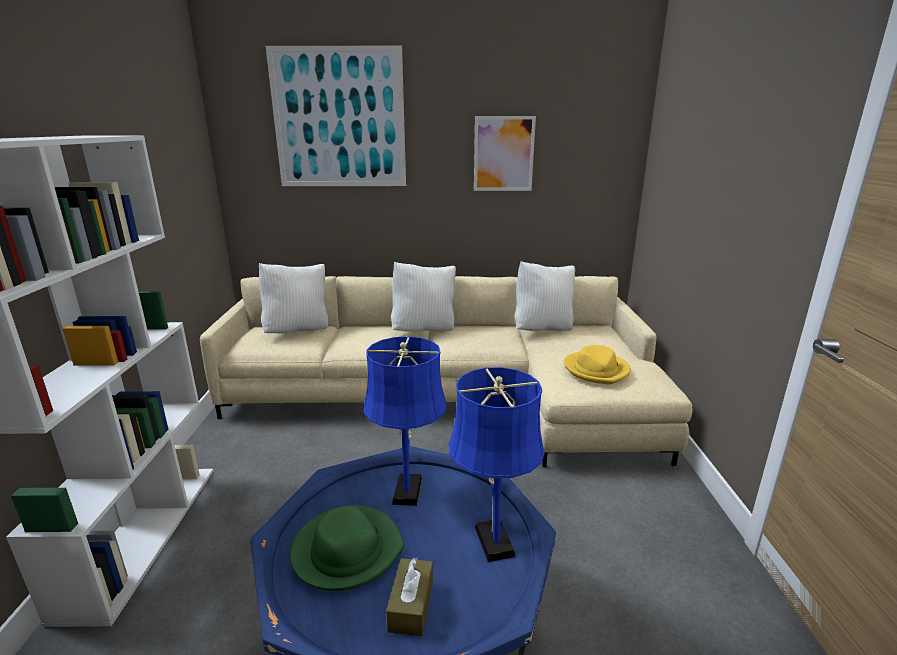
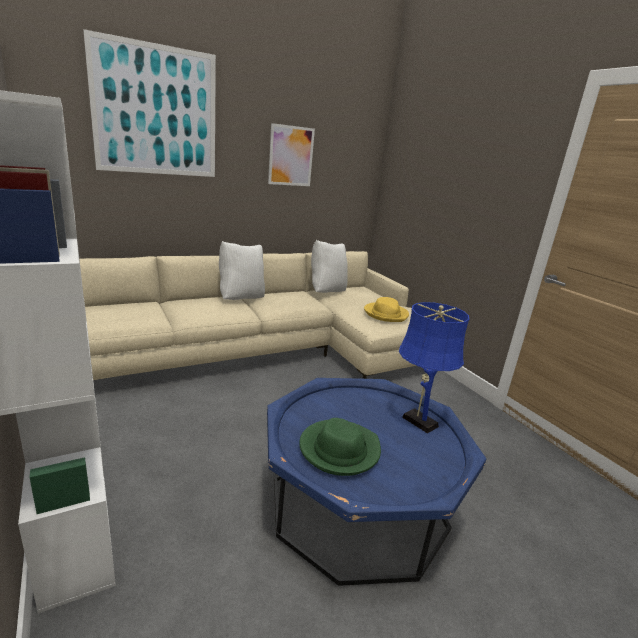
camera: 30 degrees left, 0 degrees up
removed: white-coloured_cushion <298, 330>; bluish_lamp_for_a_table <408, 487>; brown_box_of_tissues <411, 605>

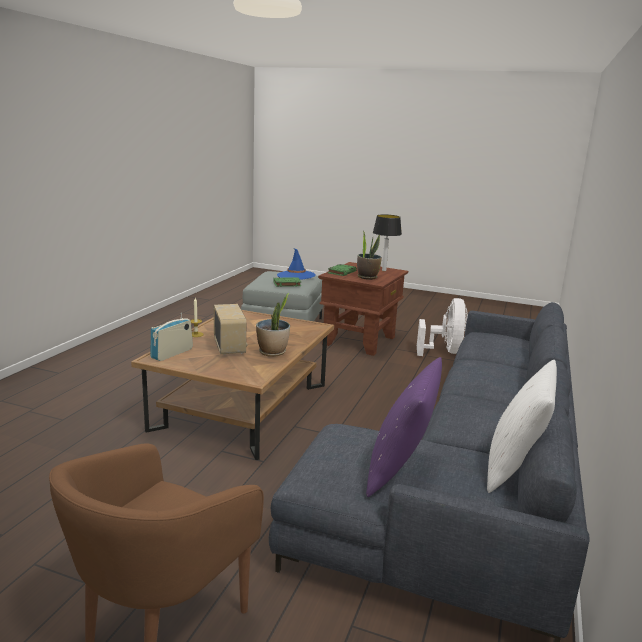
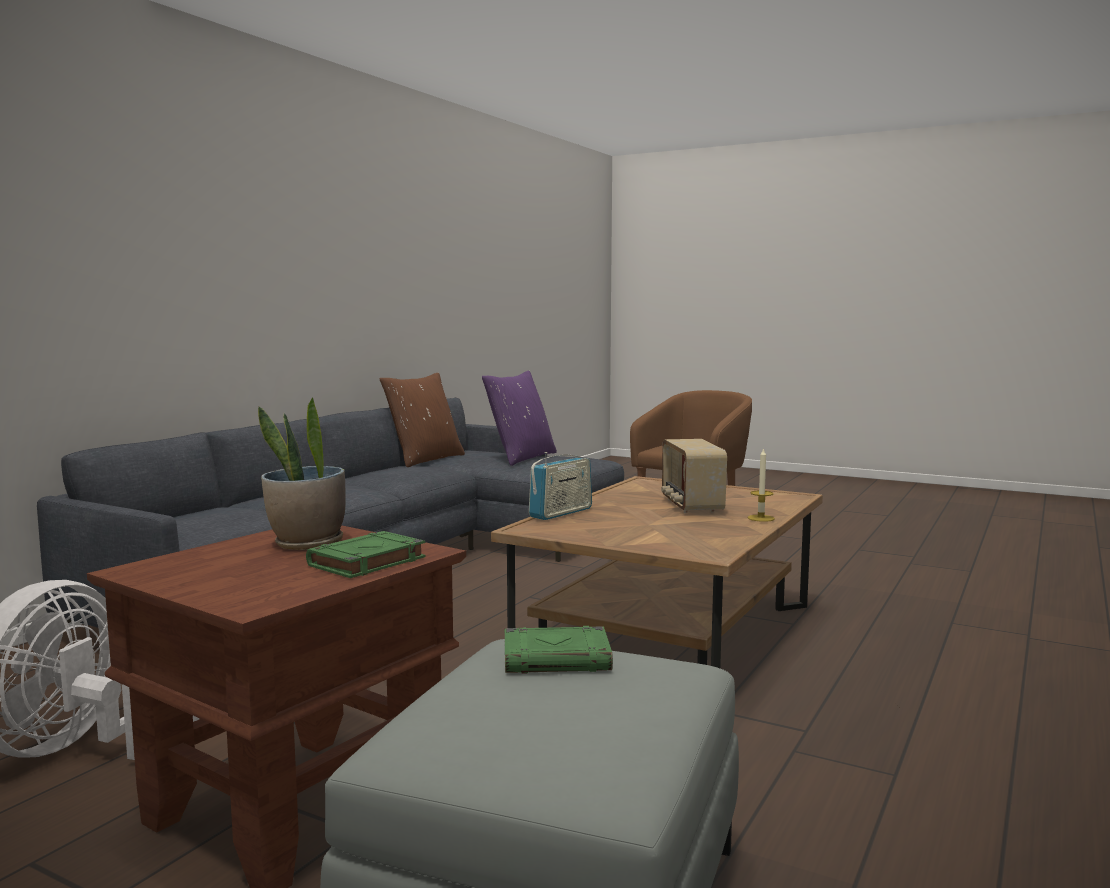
camera: 170 degrees left, 10 degrees down
removed: potted_plant <272, 352>; bluish_clothing_hat <296, 275>; lamp_for_a_table <384, 270>
moved: radio_receiver <172, 353> to <561, 513>
recoloured: white-coloured_cushion <514, 469> to brown_cushion <425, 459>

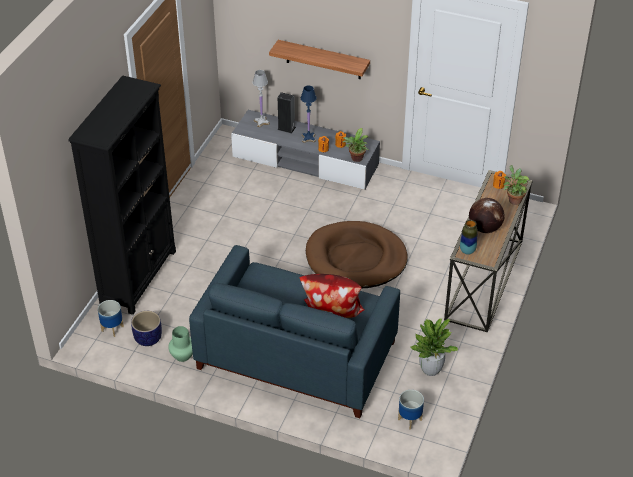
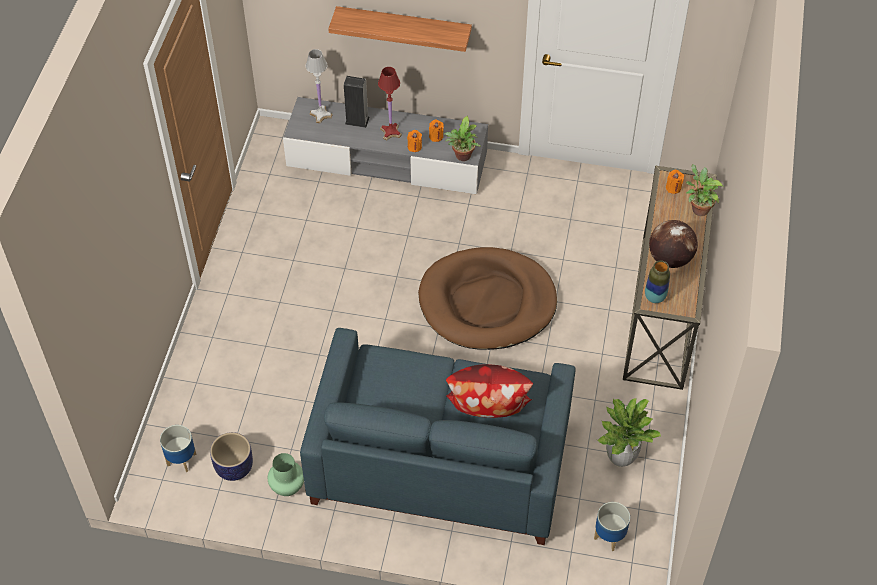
camera: 10 degrees left, 10 degrees up
removed: black_bookshelf <139, 277>
recoloured: bluish_lamp_for_a_table <309, 138> to reddish_lamp_for_a_table <391, 132>

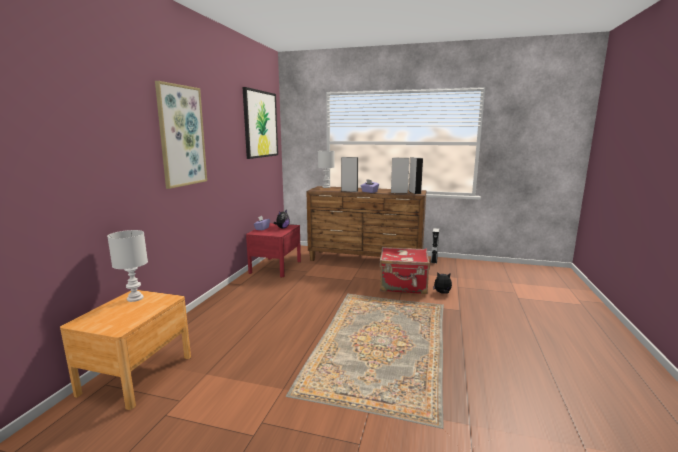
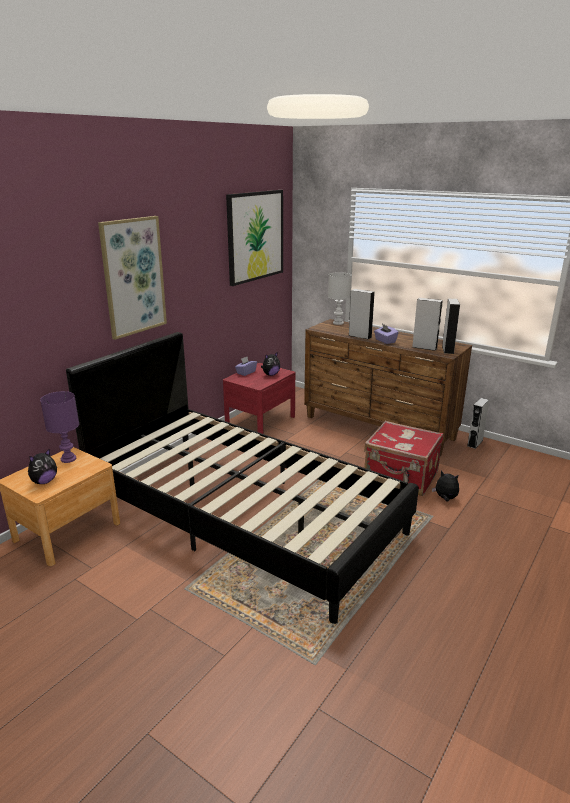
camera: 20 degrees right, 10 degrees up
added: cuddly_toy <44, 481>; black_bedroom_bed <242, 515>
recoloured: white-coloured_lamp_for_a_table <135, 298> to purple-coloured_lamp_for_a_table <69, 459>

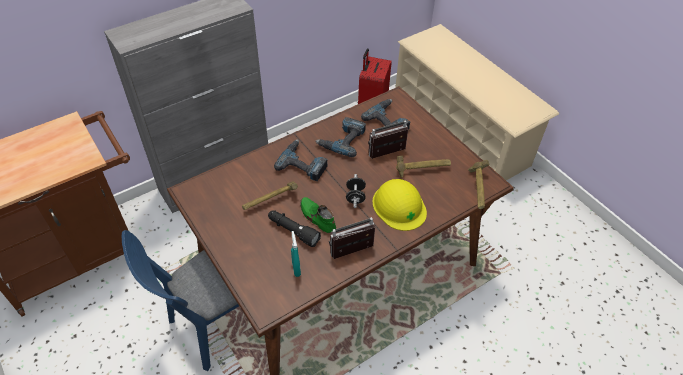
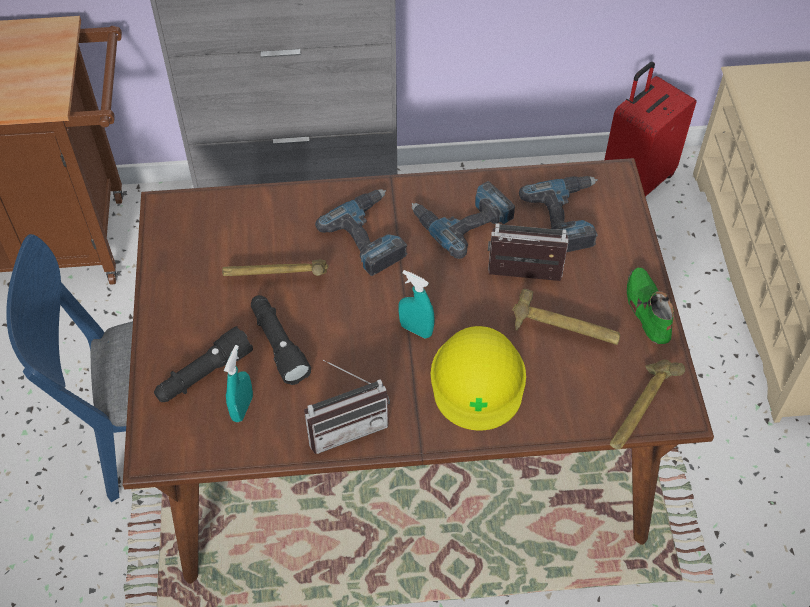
camera: 30 degrees right, 5 degrees up
added: black_torch <203, 375>
moved: green-coloured_shoe <317, 217> to <647, 309>
replaced: black_hand_weight <355, 197> to blue-green_spray_bottle <416, 330>
turned: radio_receiver <353, 254> = <346, 425> 150 degrees clockwise

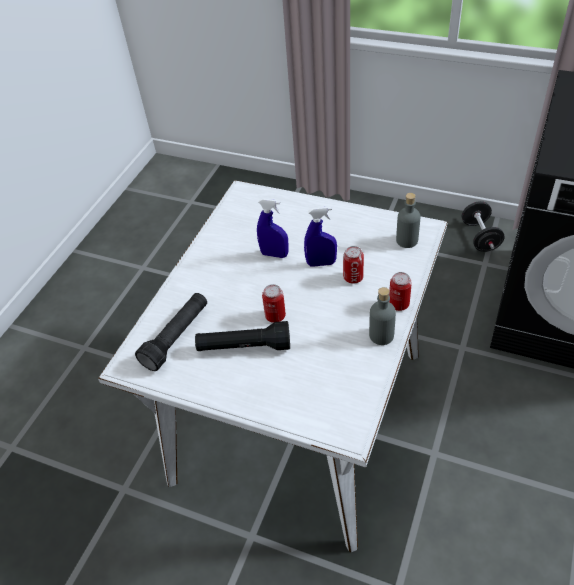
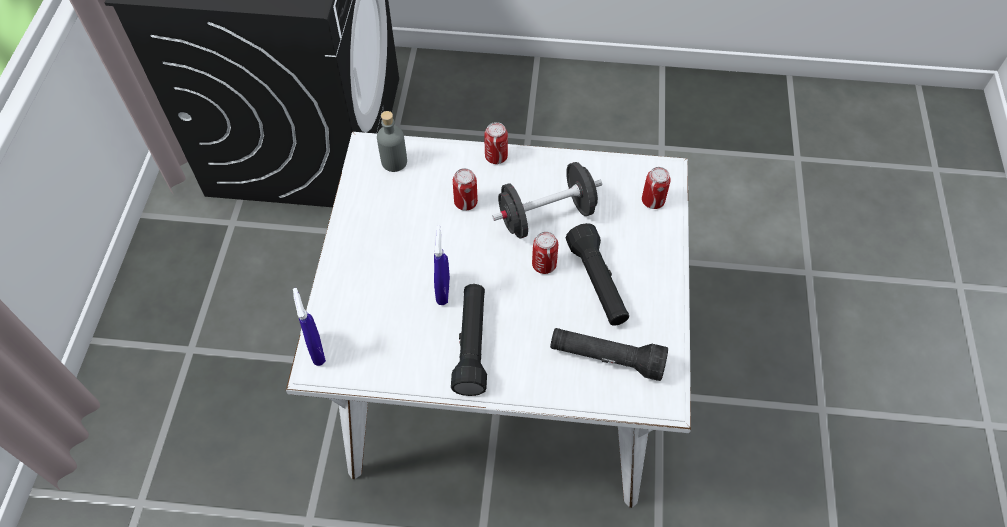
camera: 110 degrees left, 10 degrees up
removed: gray_drink_bottle <381, 335>
added: black_torch <472, 345>; can <653, 201>
moved: bluish_spray_bottle <321, 263> to <317, 350>; black_hand_weight <480, 237> to <546, 216>

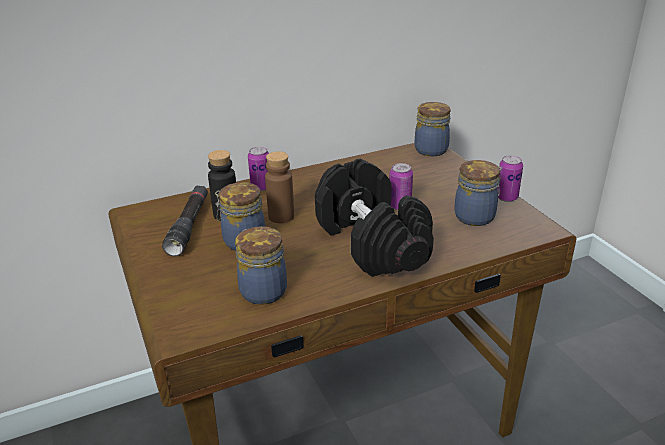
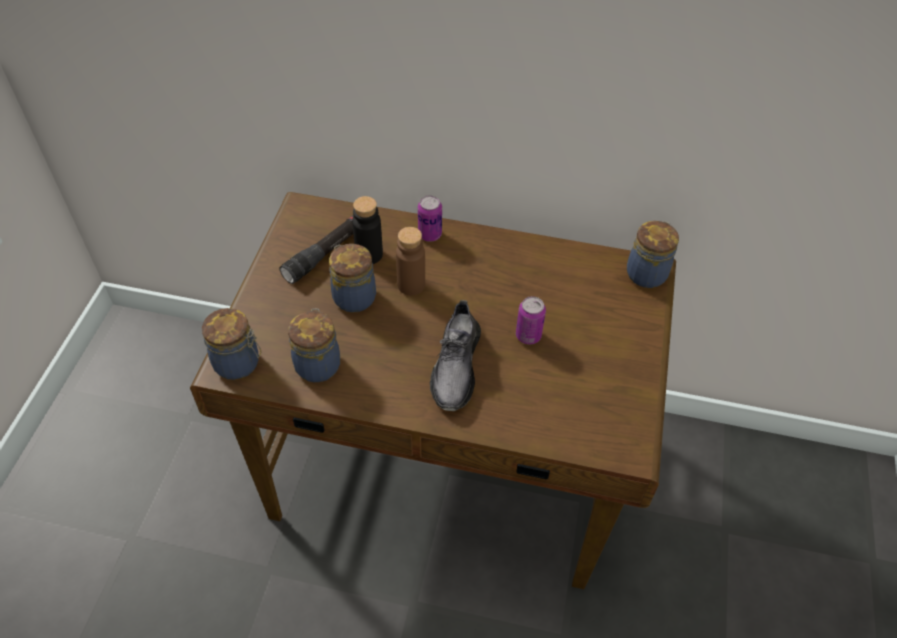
camera: 35 degrees right, 20 degrees up
removed: can <506, 197>
moved: jar <476, 216> to <239, 364>
replaced: black_hand_weight <372, 242> to gray_shoe <455, 366>

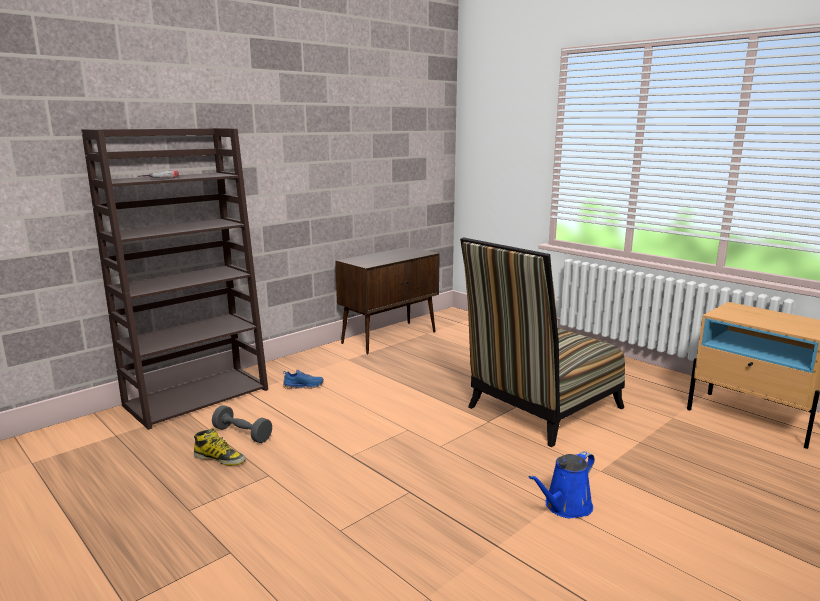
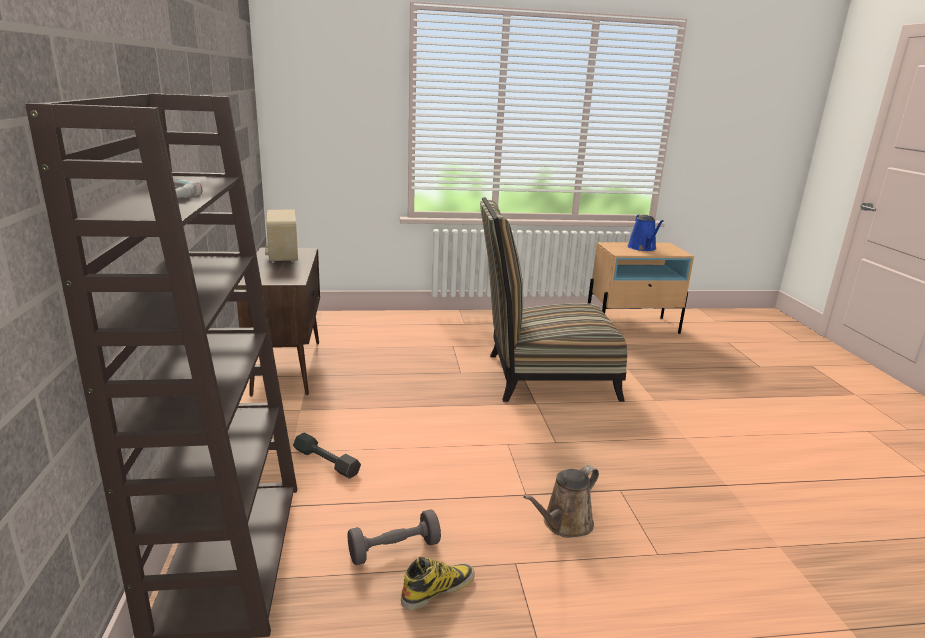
camera: 55 degrees left, 5 degrees up
added: radio_receiver <282, 256>; brown_sprinkling_can <564, 524>
moved: bluish_sprinkling_can <565, 507> to <643, 248>
replaced: bluish_shoe <303, 386> to gray_hand_weight <326, 462>
turned: upright_chair <539, 410> = <542, 377> 90 degrees clockwise

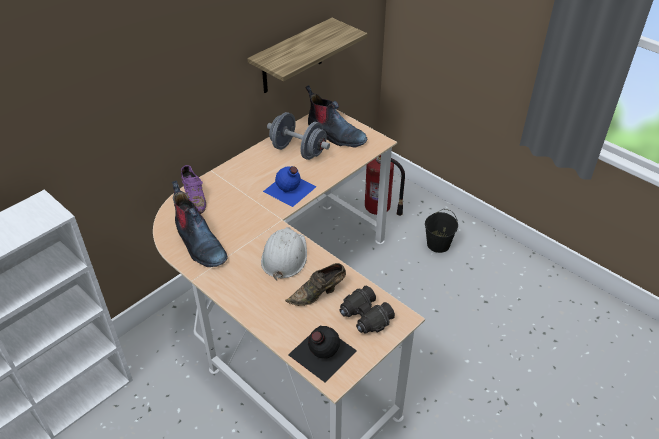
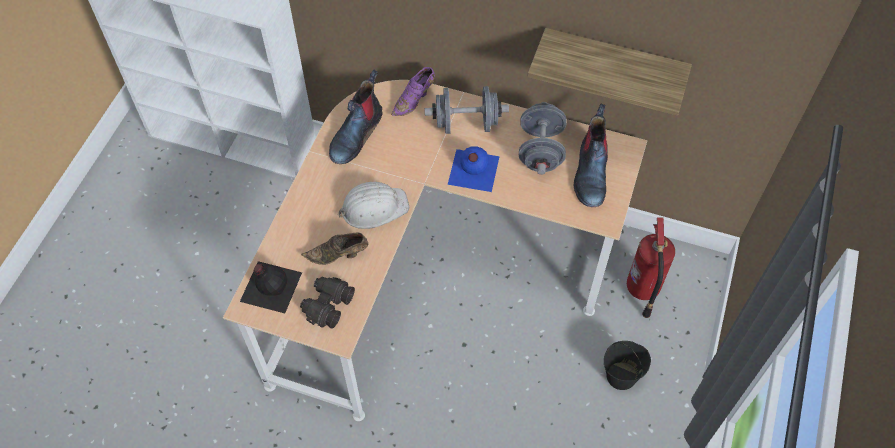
camera: 65 degrees right, 15 degrees up
added: gray_hand_weight <466, 124>
turned: brown_shoe <318, 294> = <338, 255> 45 degrees counterclockwise

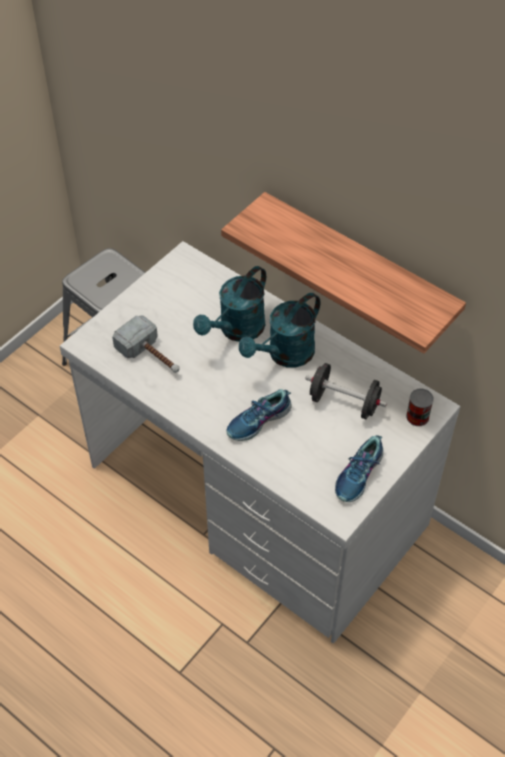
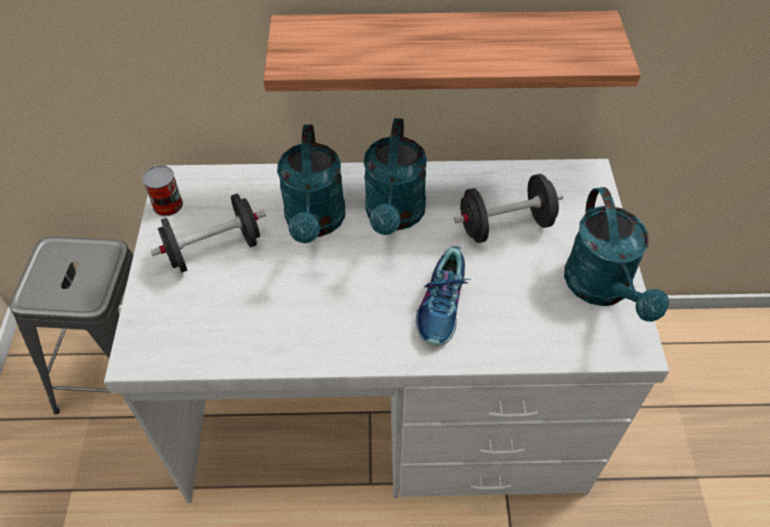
camera: 40 degrees left, 0 degrees up
removed: hammer <151, 356>
added: black_hand_weight <214, 250>
moved: can <417, 416> to <168, 205>
replaced: shoe <359, 475> to blue-green_sprinkling_can <602, 289>

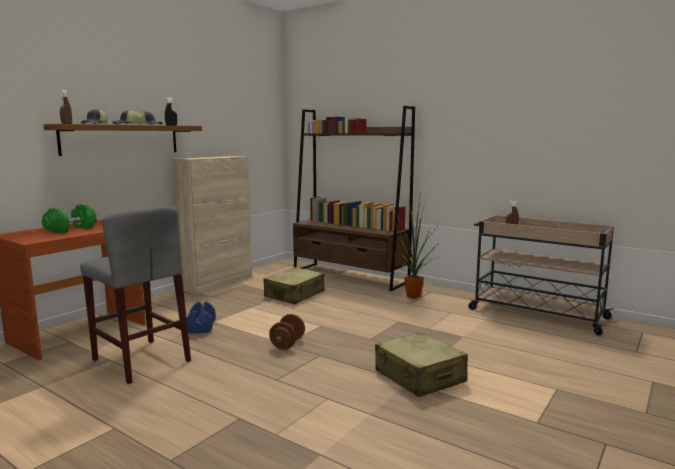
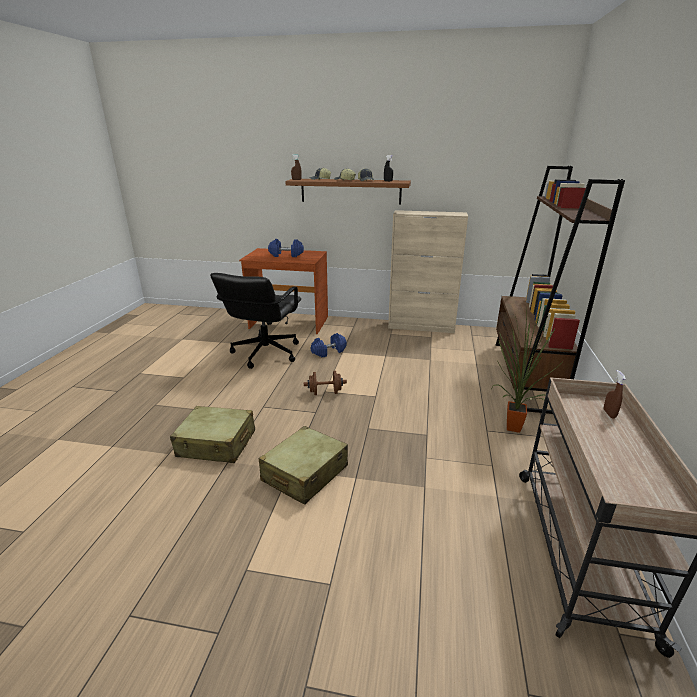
camera: 65 degrees right, 15 degrees up
moved: sand-coloured_travel_case <294, 294> to <216, 444>
replaced: gray_stool <141, 360> to black_office_chair <265, 353>
recoloured: green-coloured_hand_weight <71, 229> to bluish_hand_weight <286, 255>

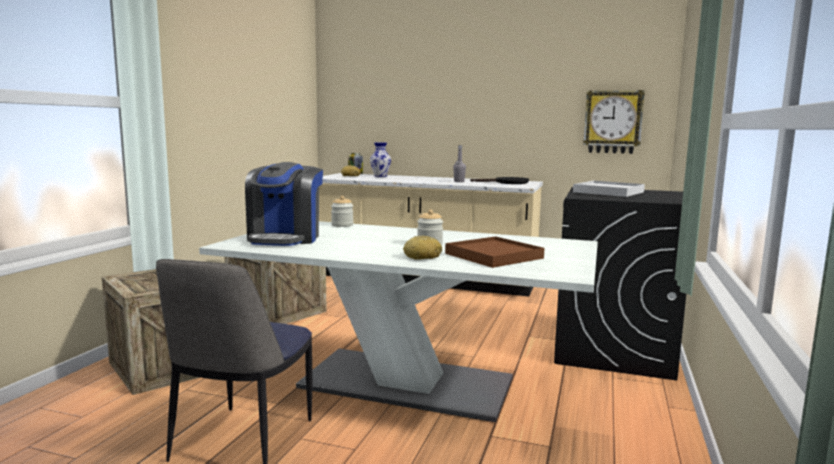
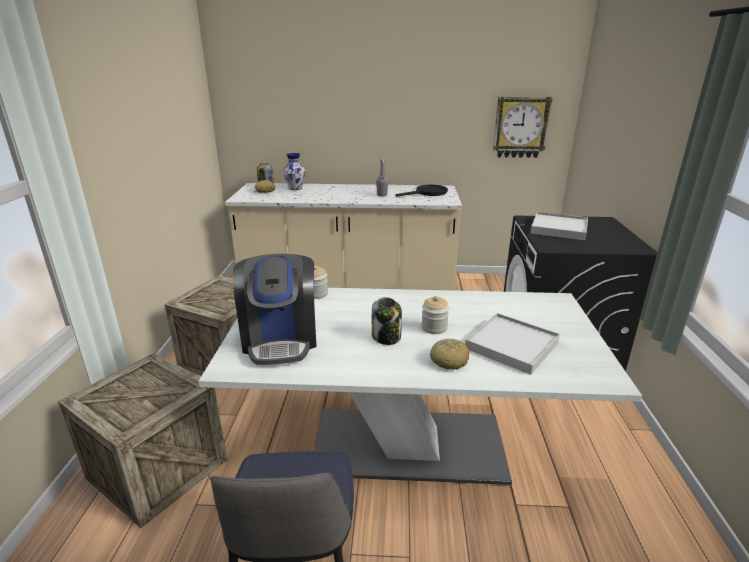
camera: 15 degrees left, 15 degrees up
added: jar <386, 337>
recoloured: brown_tray <493, 256> to white-coloured_tray <511, 345>

